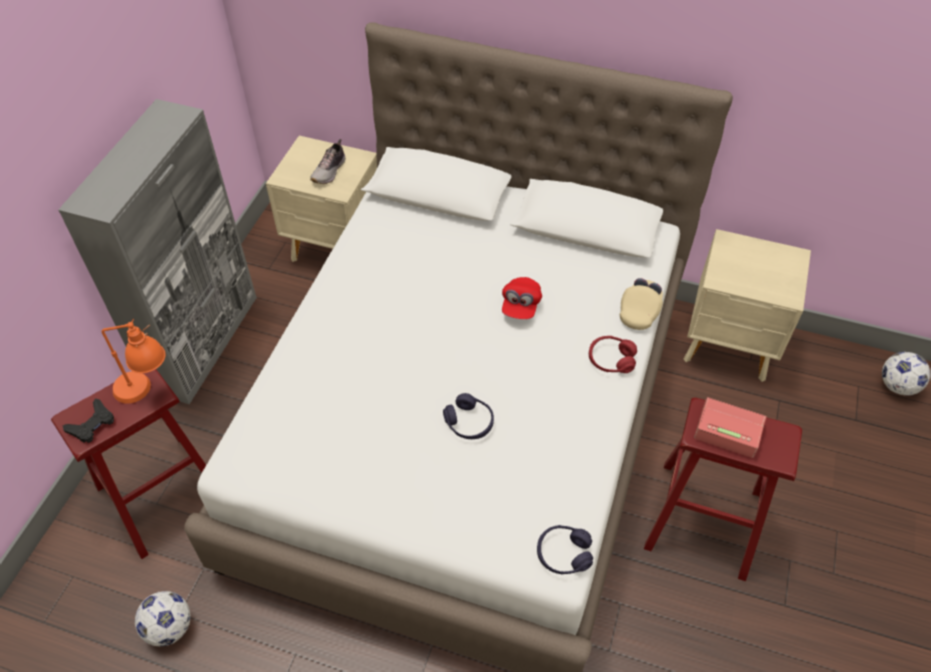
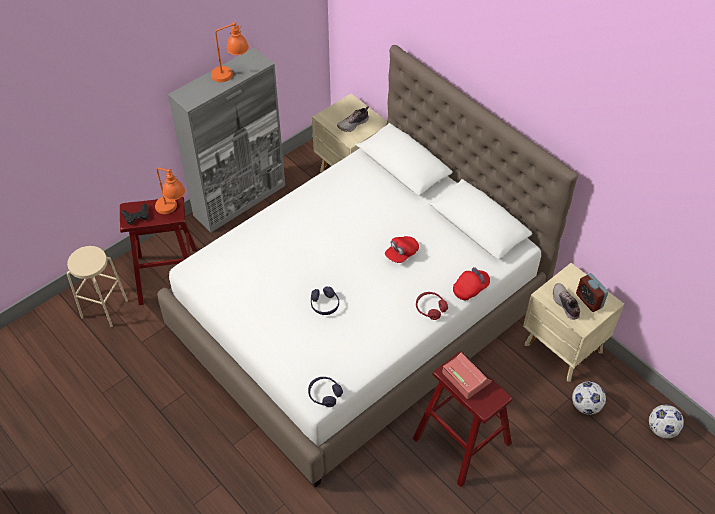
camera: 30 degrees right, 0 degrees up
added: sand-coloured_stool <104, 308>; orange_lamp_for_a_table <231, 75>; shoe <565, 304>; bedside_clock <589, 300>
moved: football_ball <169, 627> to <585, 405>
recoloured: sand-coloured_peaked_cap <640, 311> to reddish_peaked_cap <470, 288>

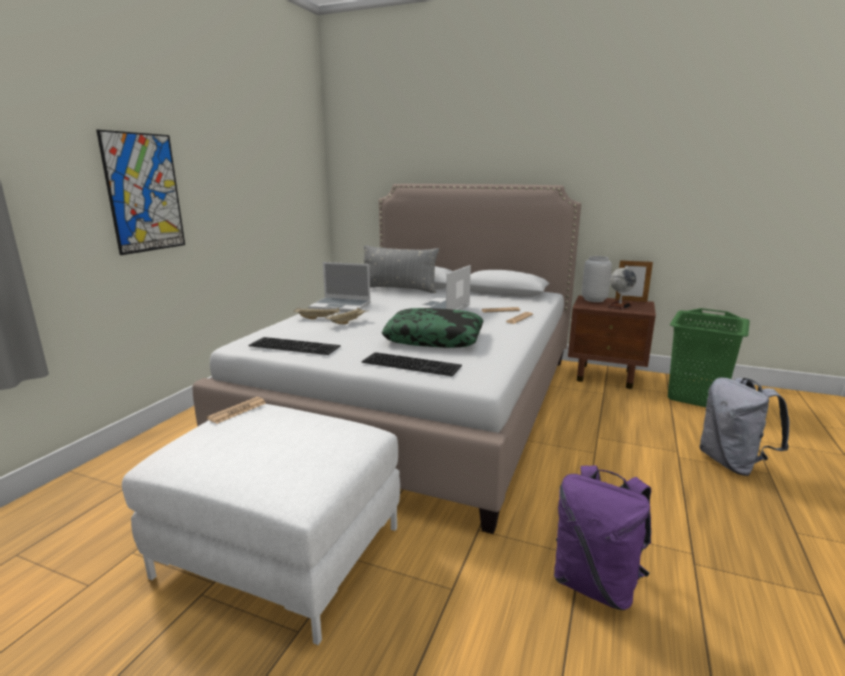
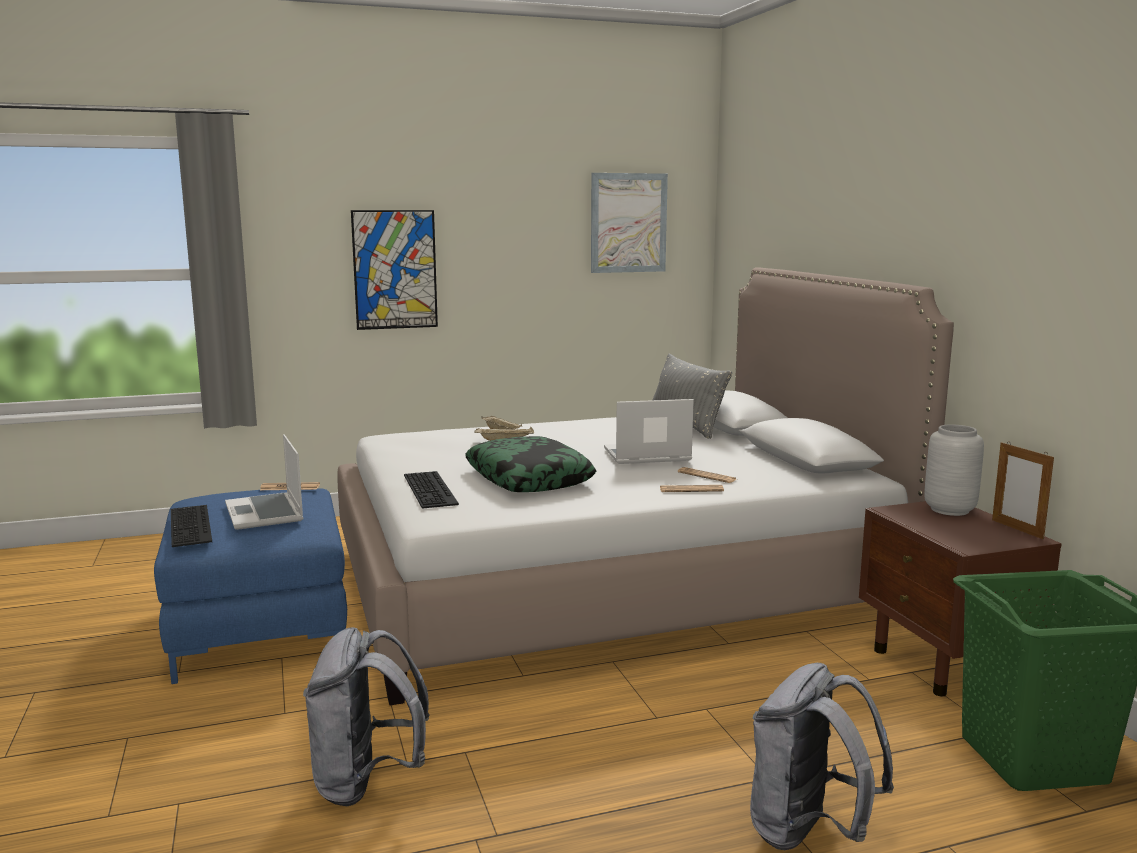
camera: 50 degrees right, 5 degrees down
removed: world_globe <619, 306>
added: picture <628, 223>
moved: keyboard <296, 345> to <193, 525>; notebook_computer <341, 306> to <265, 513>
recoloured: white-coloured_pouffe <282, 551> to bluish_pouffe <261, 629>; purple-coloured_backpack <596, 584> to gray_backpack <367, 783>

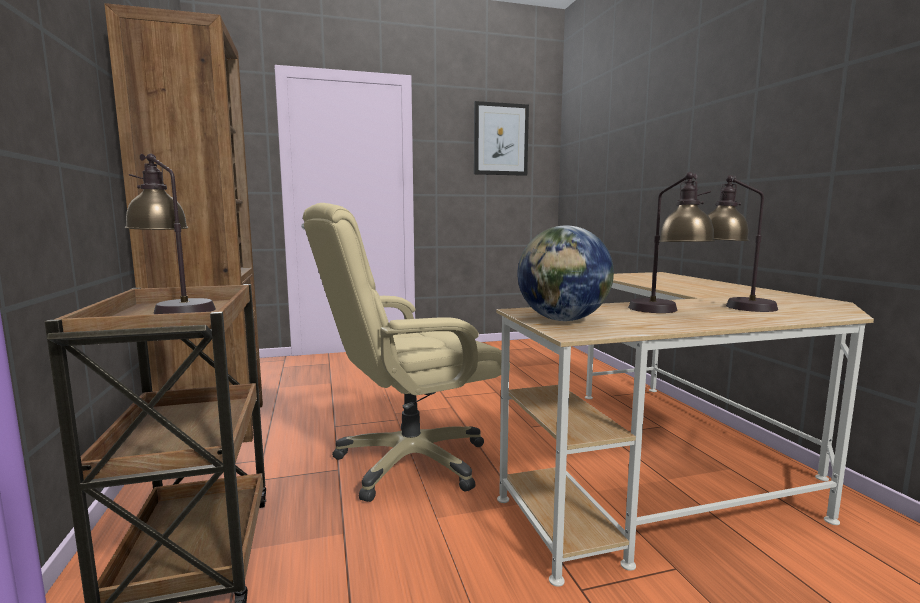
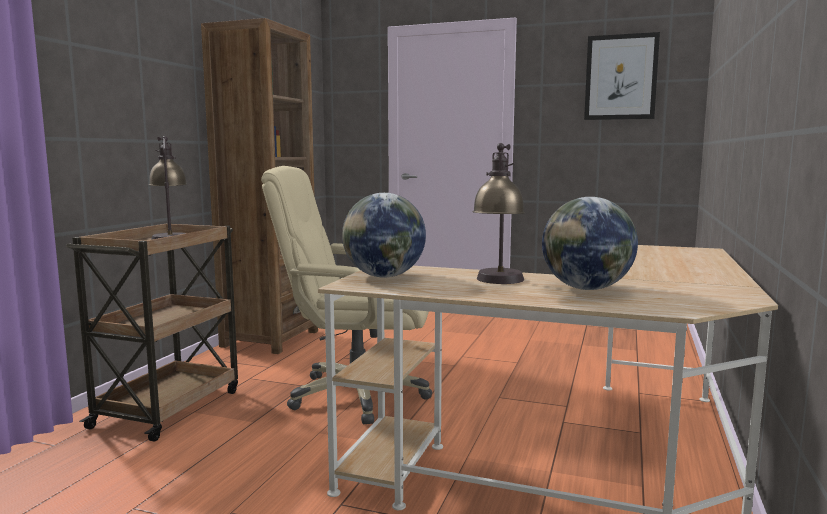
camera: 35 degrees right, 0 degrees up
replaced: lamp_for_a_table <733, 307> to world_globe <586, 289>

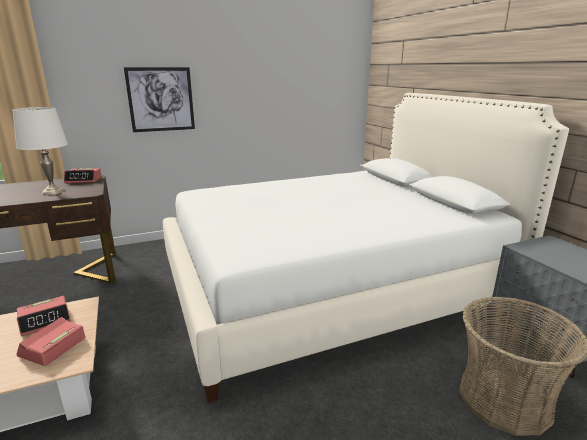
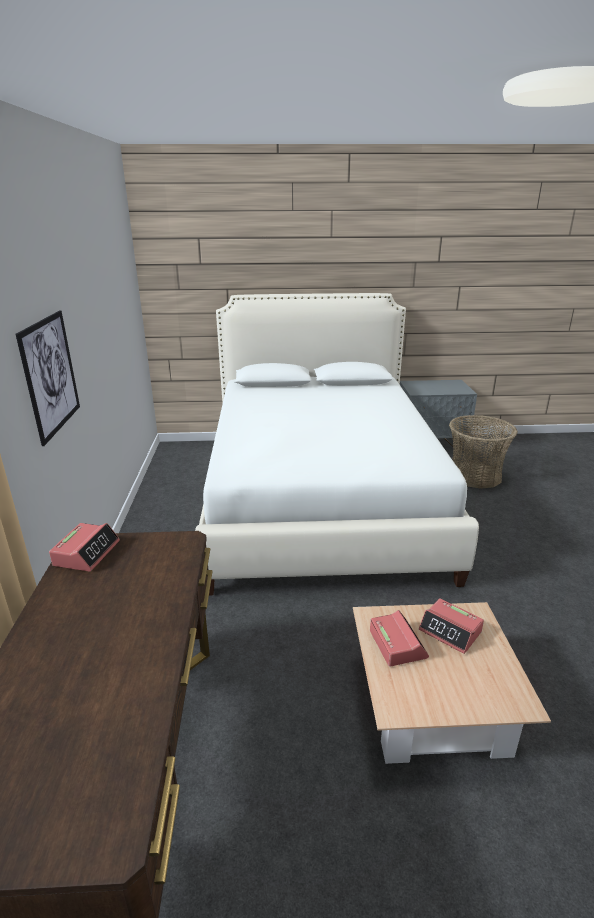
camera: 70 degrees left, 5 degrees up
removed: white-coloured_lamp_for_a_table <53, 191>

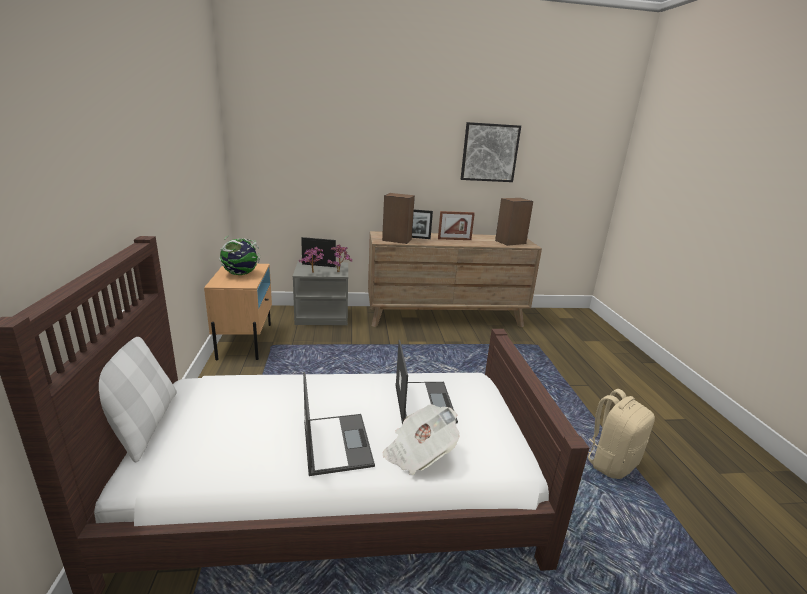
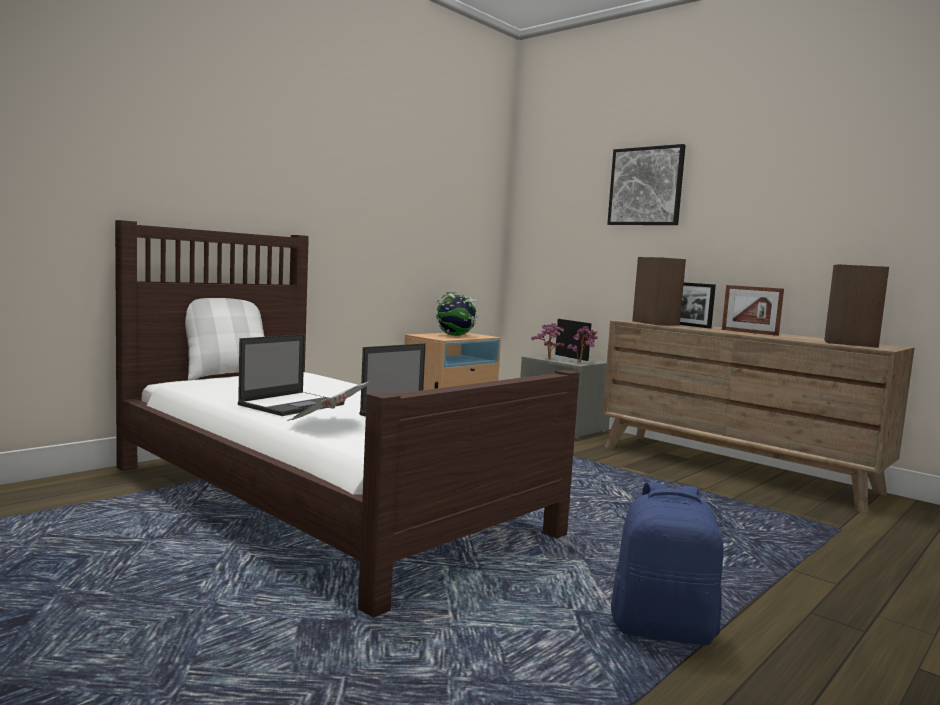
camera: 50 degrees right, 15 degrees down
moved: picture <489, 152> to <646, 186>
recoloured: sand-coloured_backpack <610, 462> to bluish_backpack <663, 629>

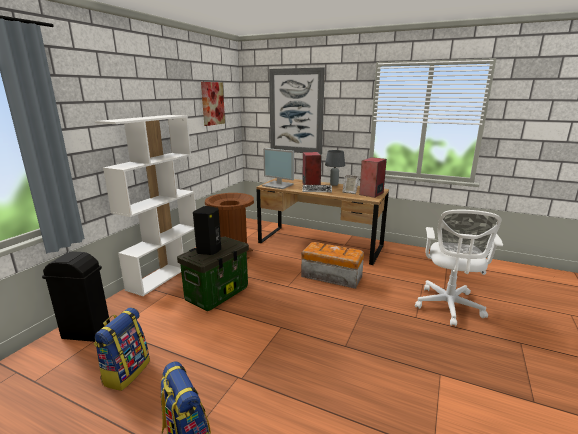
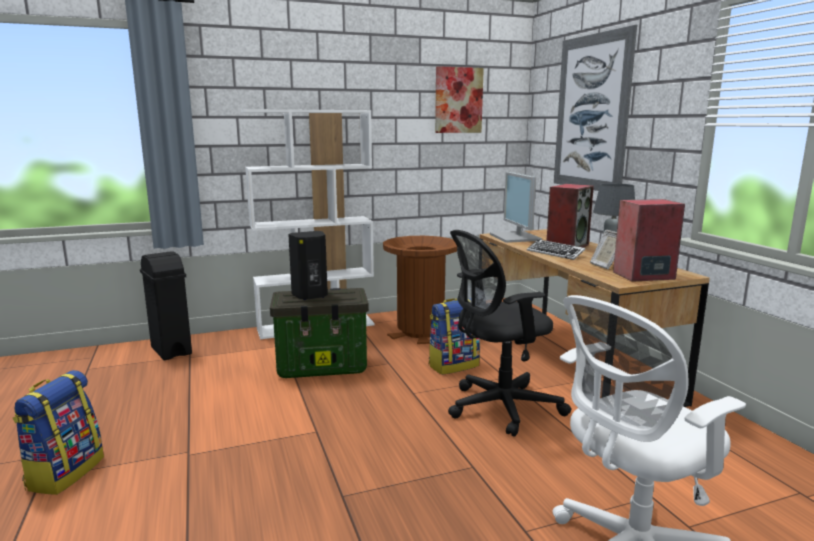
camera: 45 degrees right, 5 degrees down
moved: backpack <126, 372> to <453, 365>
replaced: storage_bin <331, 276> to black_office_chair <498, 408>

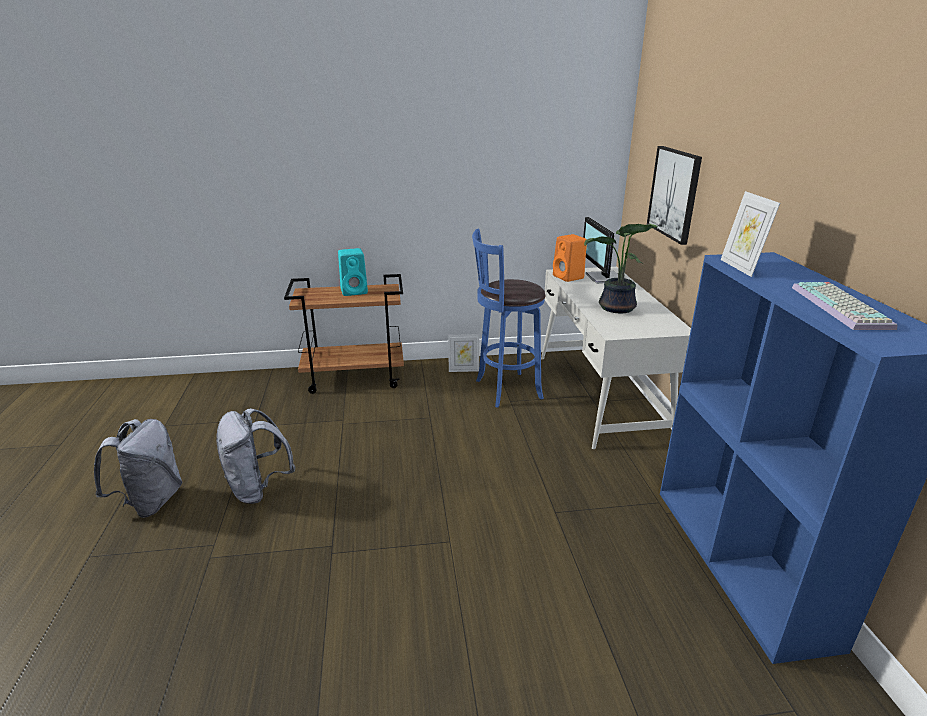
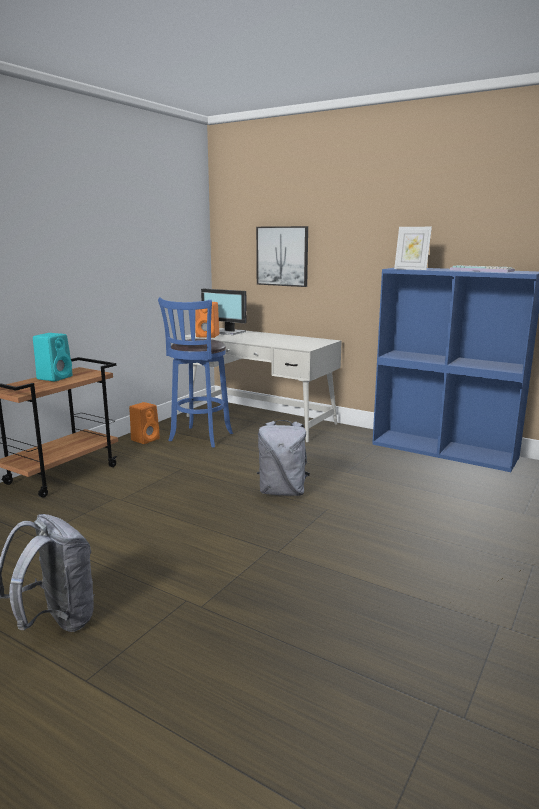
camera: 50 degrees left, 10 degrees down
removed: potted_plant <616, 308>
moved: gray_backpack <258, 489> to <283, 491>
replaced: picture_frame <463, 370> to orange_loudspeaker <145, 439>

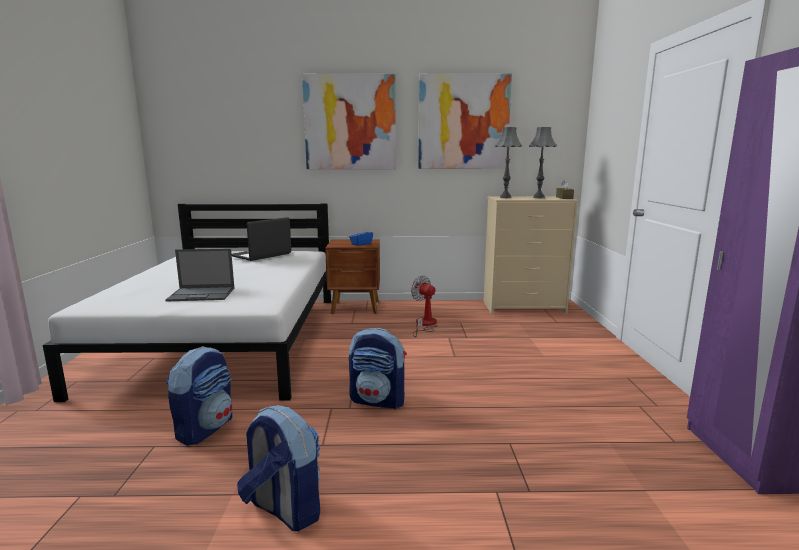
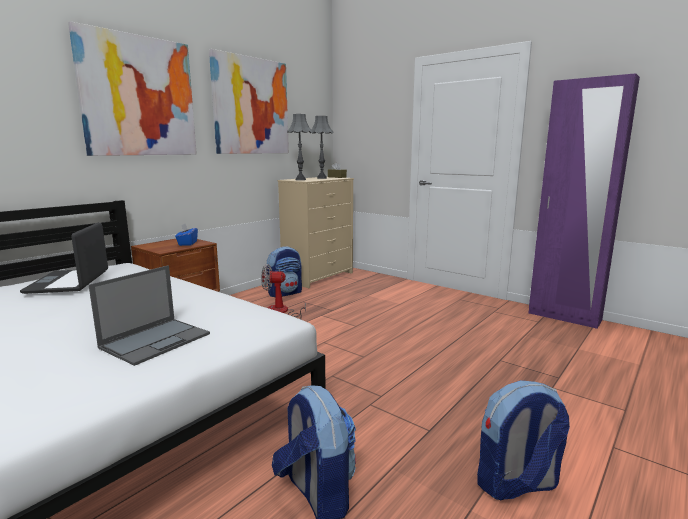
camera: 50 degrees left, 0 degrees up
moved: backpack <378, 400> to <285, 293>

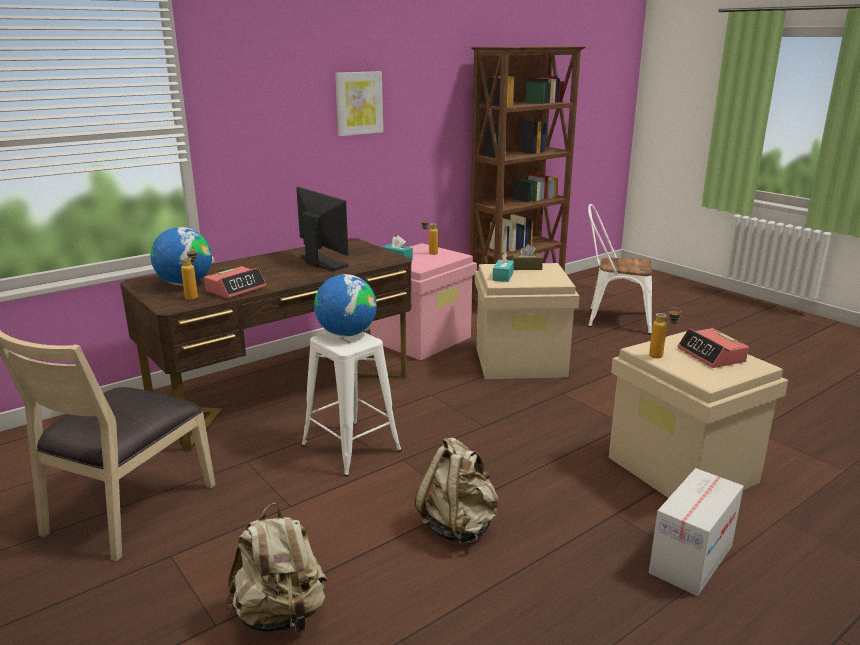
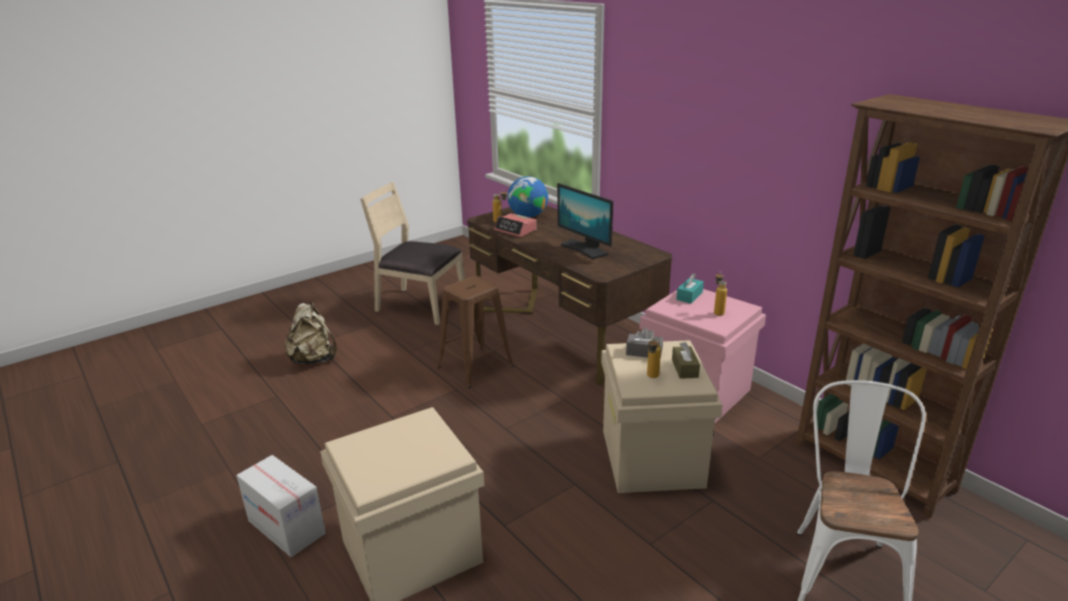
camera: 90 degrees right, 5 degrees up
removed: world_globe <346, 334>; picture <358, 103>; sand-coloured_backpack <458, 526>; bedside_clock <711, 355>
moved: drink_bottle <661, 357> to <651, 378>
recoloured: white-coloured_stool <351, 448> to brown_stool <475, 367>; blue-green_box_of_tissues <503, 276> to gray_box_of_tissues <644, 352>
turned: monitor <322, 263> = <584, 249> 90 degrees clockwise

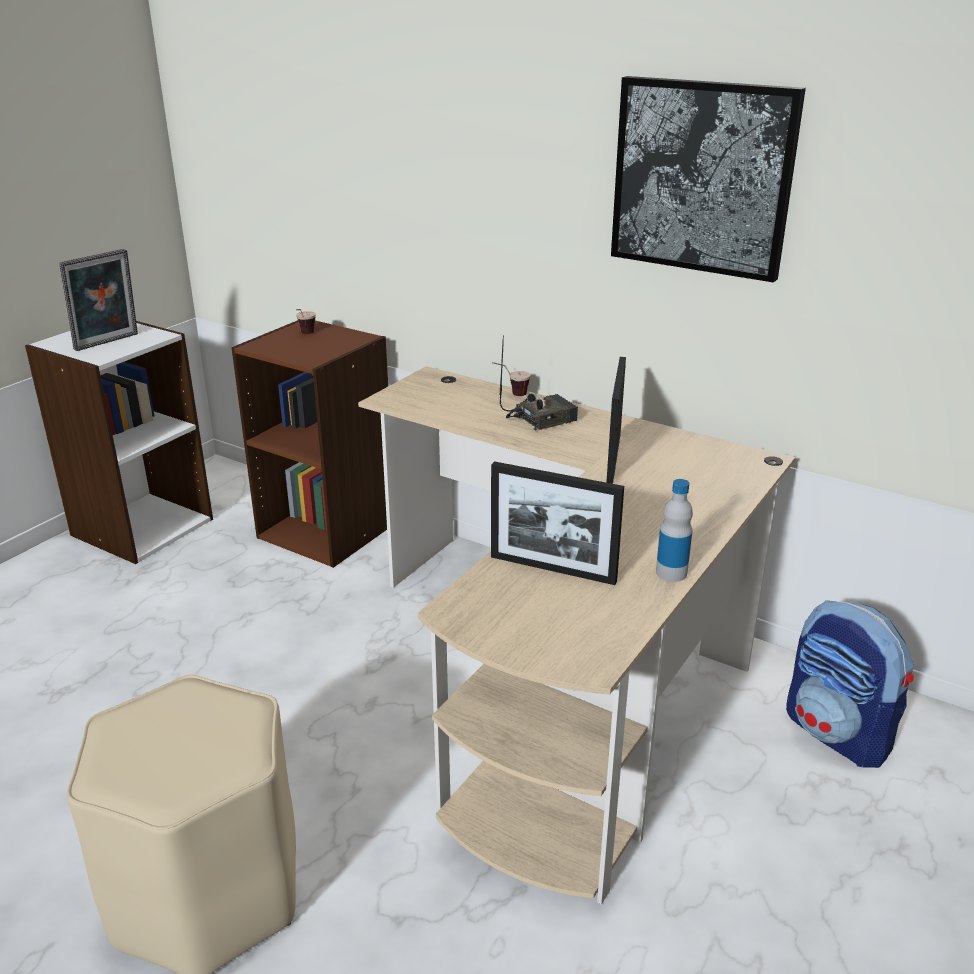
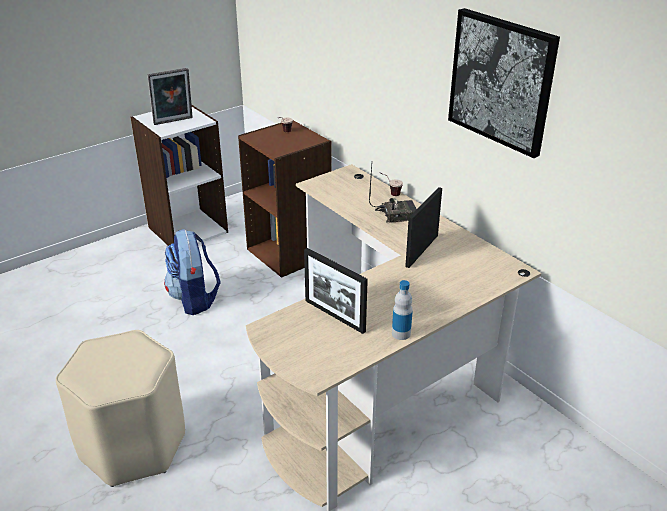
camera: 20 degrees right, 5 degrees up
moved: backpack <838, 734> to <194, 299>

